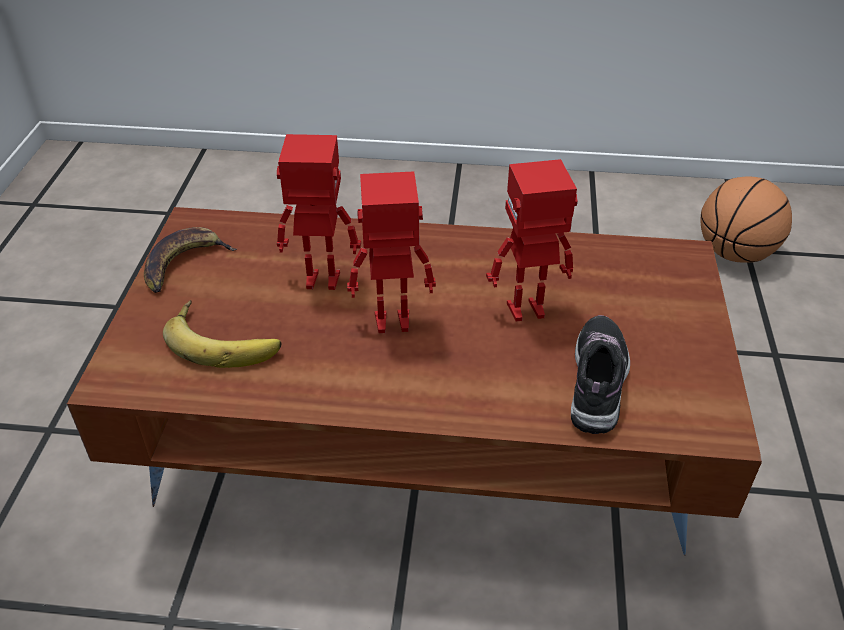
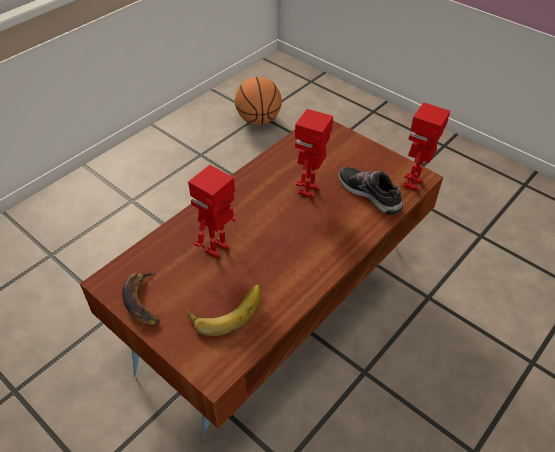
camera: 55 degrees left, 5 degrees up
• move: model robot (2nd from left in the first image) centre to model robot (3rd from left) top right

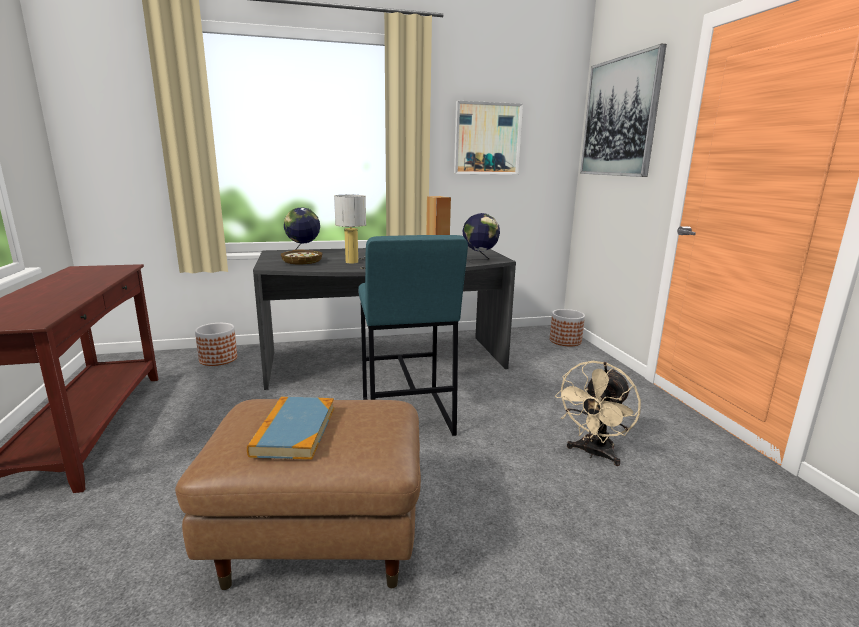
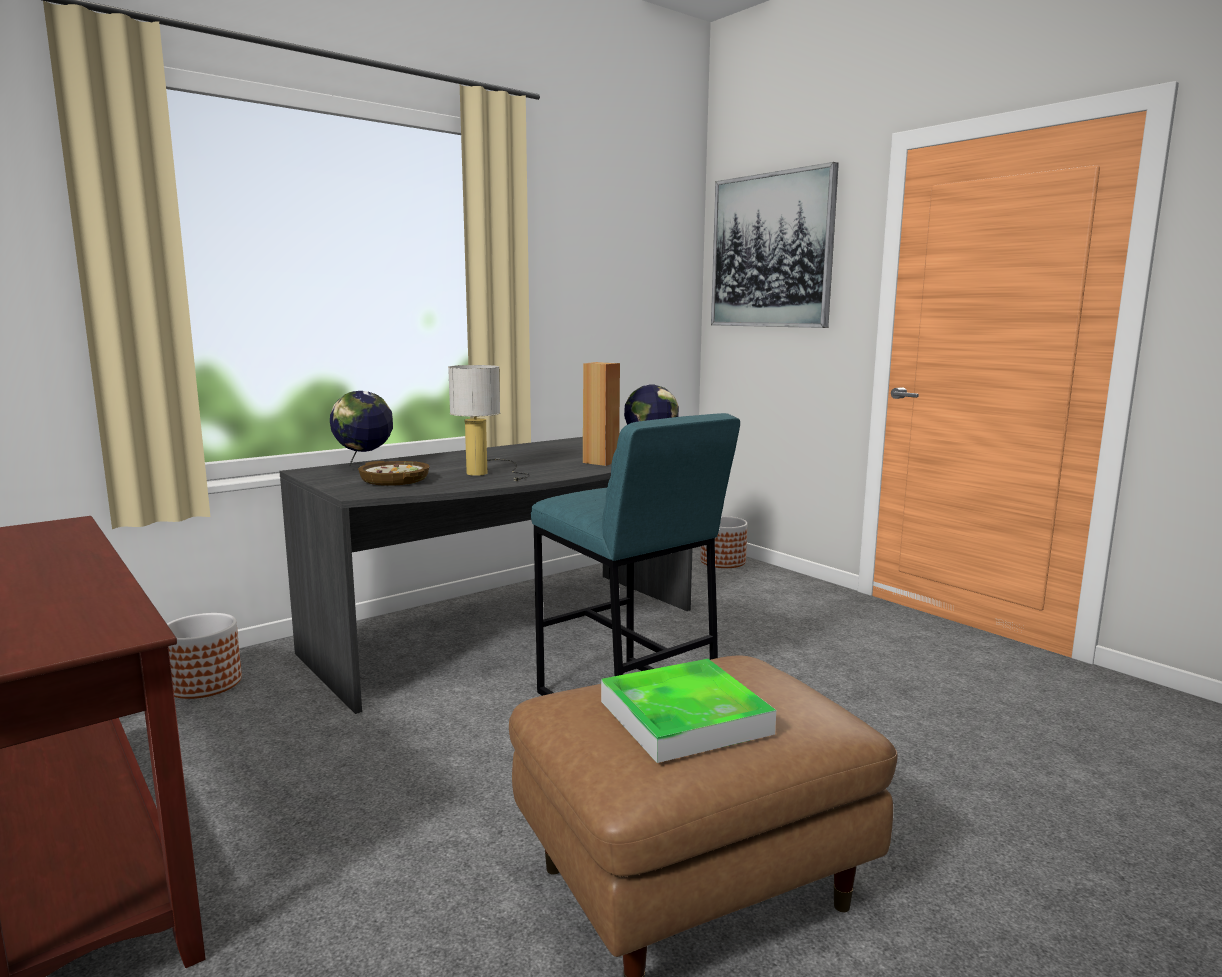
camera: 25 degrees left, 5 degrees down
• delete: picture (1st from left) top centre
• delete: fan (beige) middle right
• replace: bound book bottom centre to tray bottom centre

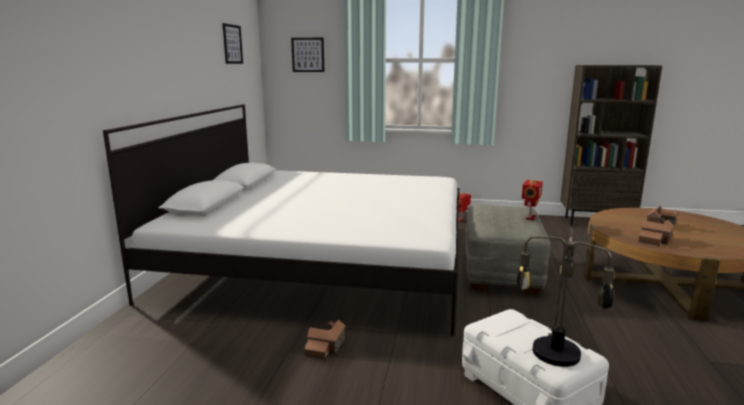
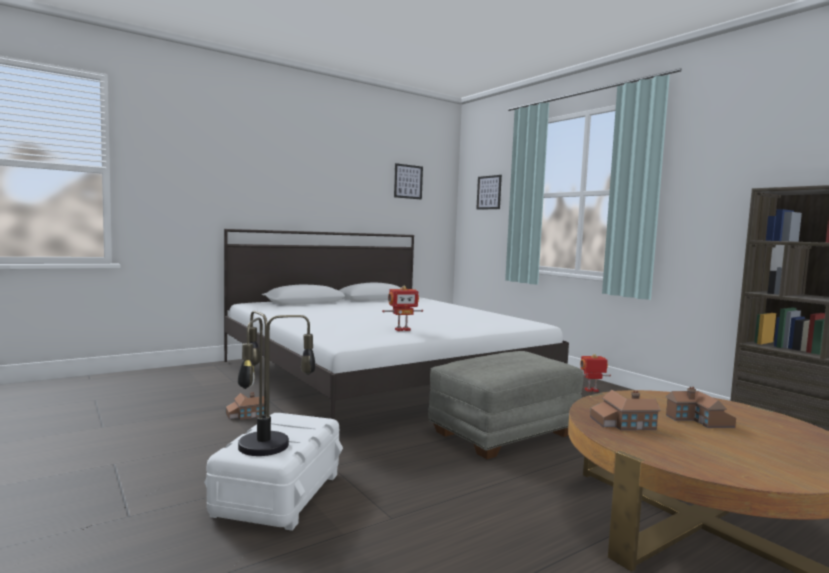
camera: 45 degrees right, 10 degrees down
• move: model robot (2nd from left in the first image) middle right to model robot (1st from left) centre

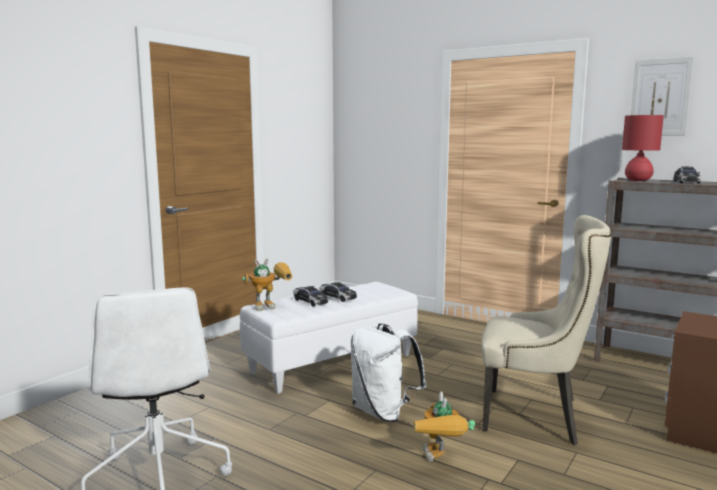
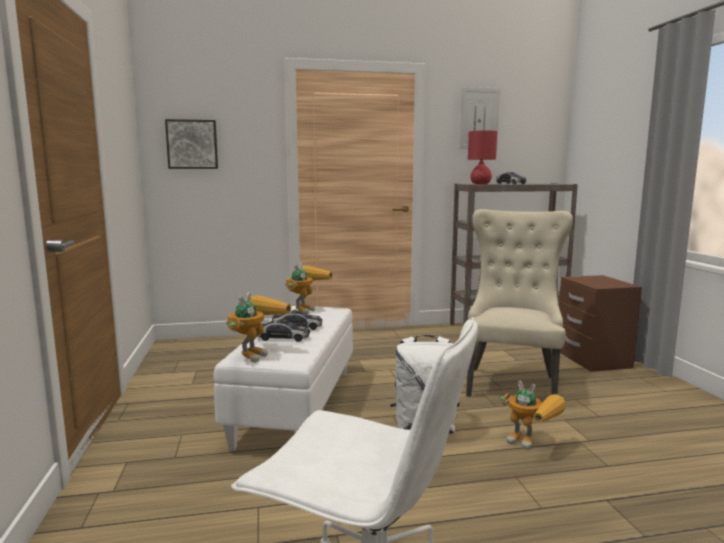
camera: 45 degrees left, 0 degrees up
• insert: picture (1st from left) top left
• insert: model robot (2nd from left) centre
• rotate: chair (beige) bottom right = middle right 45 degrees counterclockwise

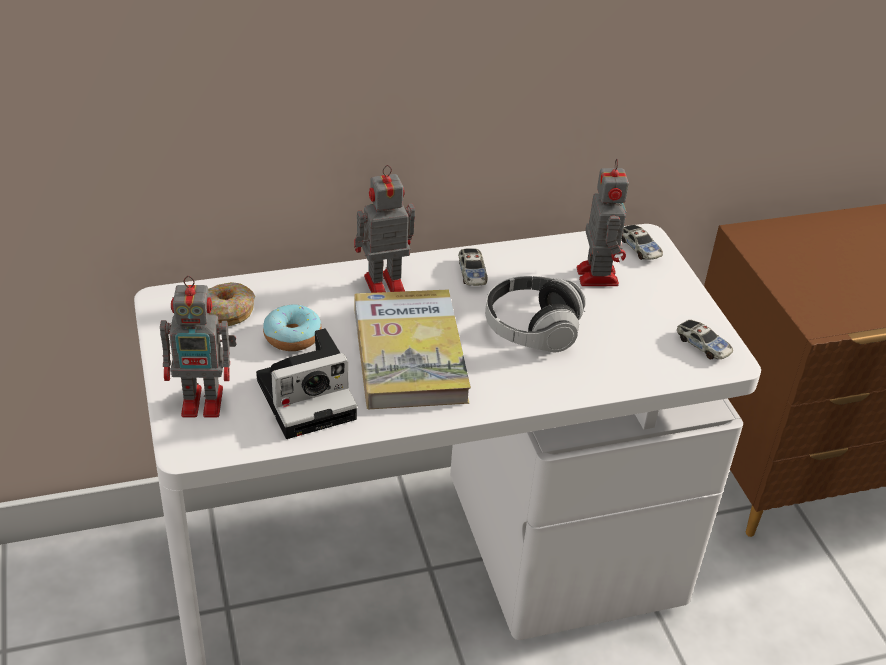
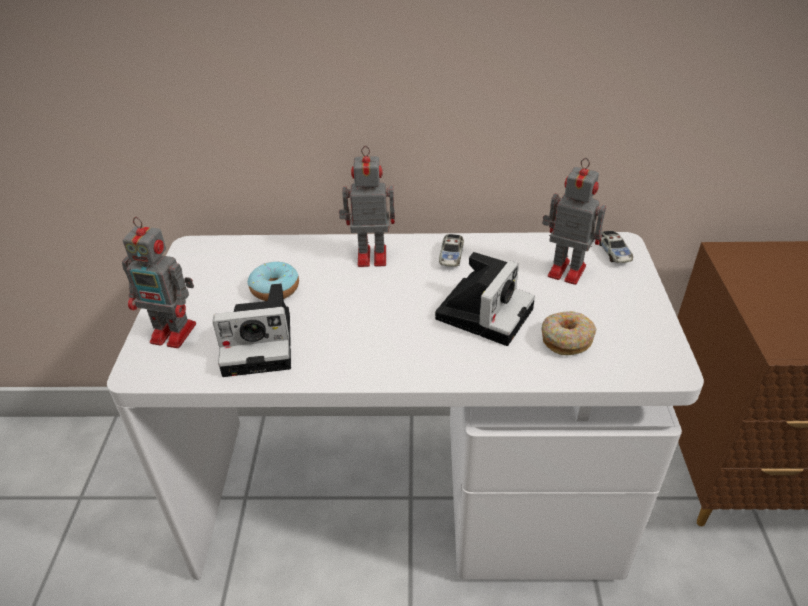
camera: 20 degrees right, 0 degrees up
• delete: bound book centre
• delete: miniature car (3rd from left) middle right
• move: doughnut (1st from left in the first image) middle left to doughnut (2nd from left) middle right
• replace: pair of headphones centre to photo camera (2nd from left) centre
• rotate: model robot (3rd from left) middle right = middle right 75 degrees counterclockwise

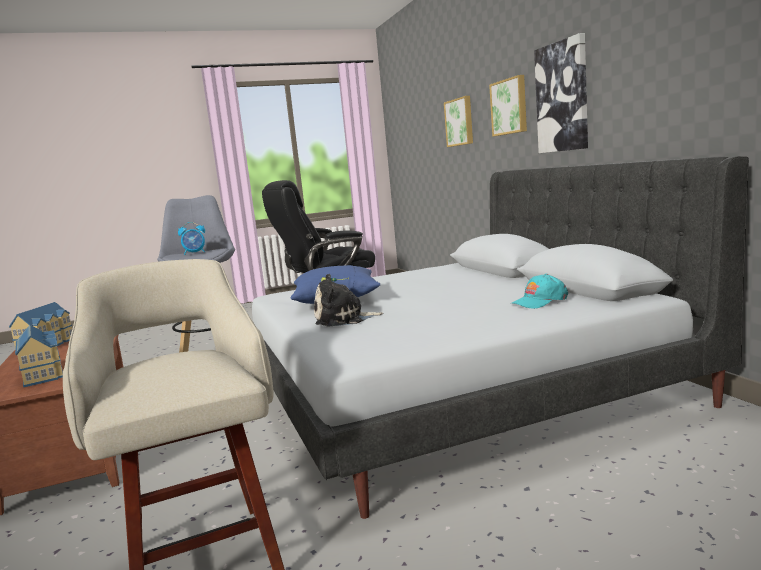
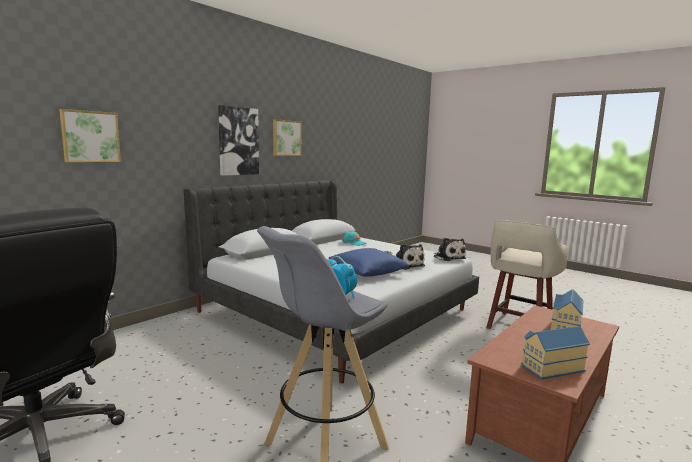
camera: 120 degrees left, 0 degrees up
• insert: soft toy (2nd from left) centre
• move: picture (2nd from left in the first image) top right to picture (3rd from left) top centre

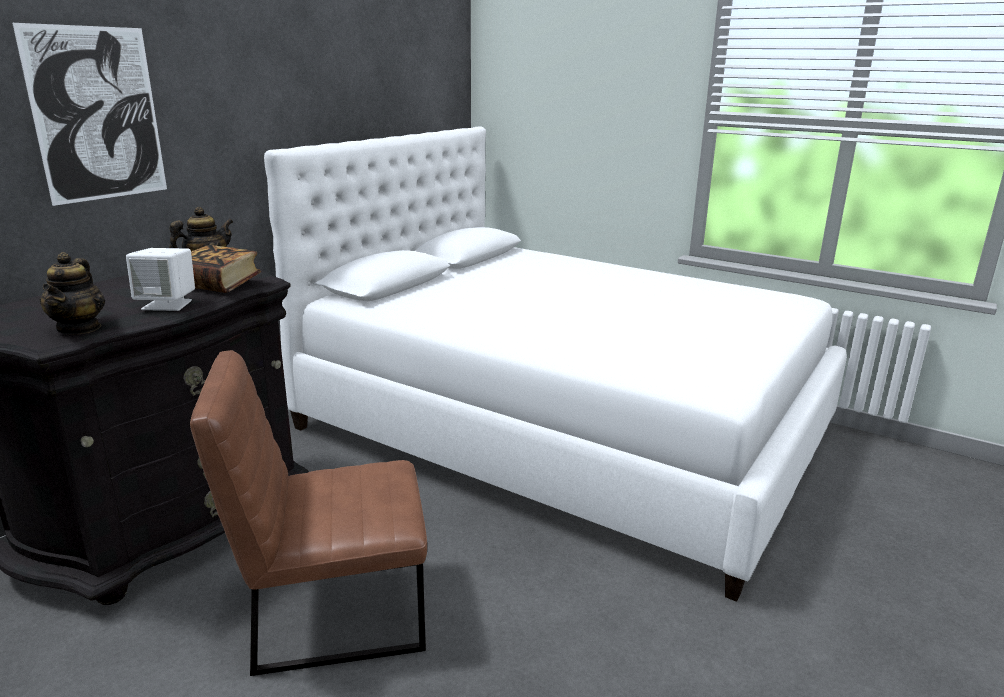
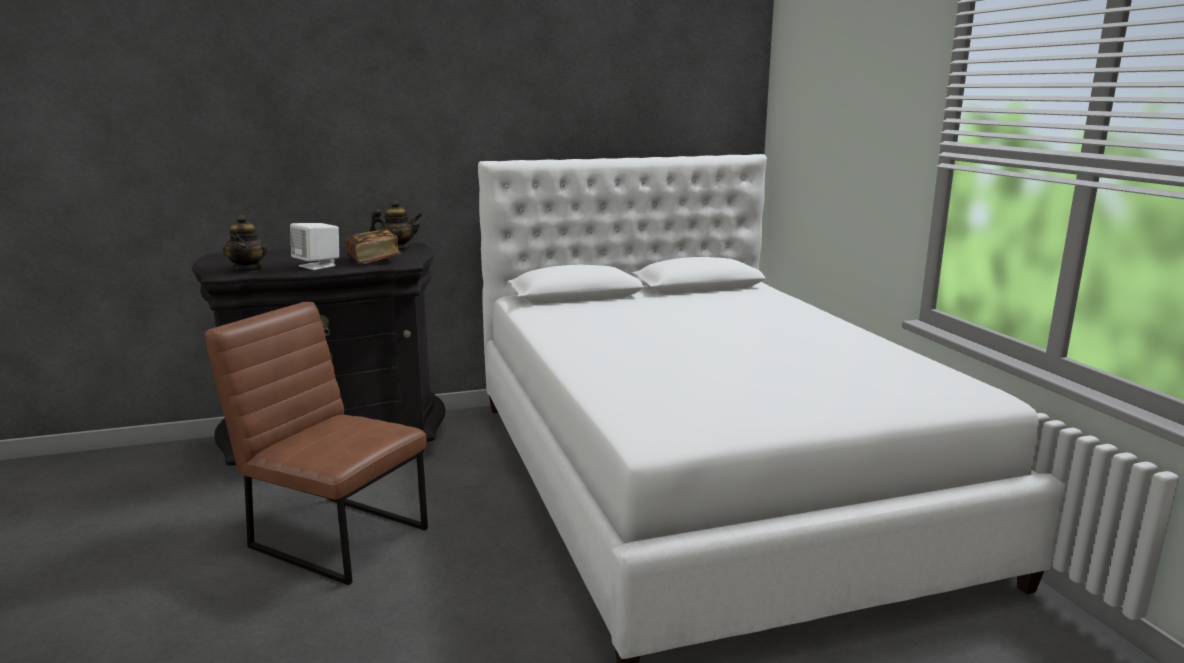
camera: 40 degrees right, 5 degrees down
• delete: picture top left
• rotate: teapot (1st from left) middle left = middle left 45 degrees counterclockwise

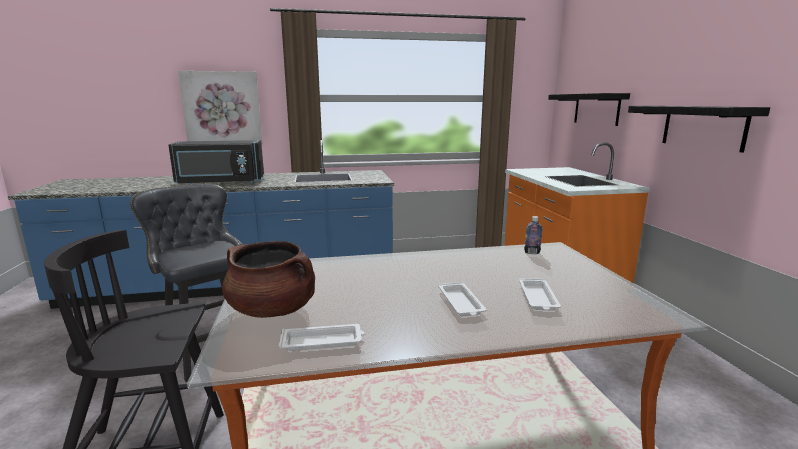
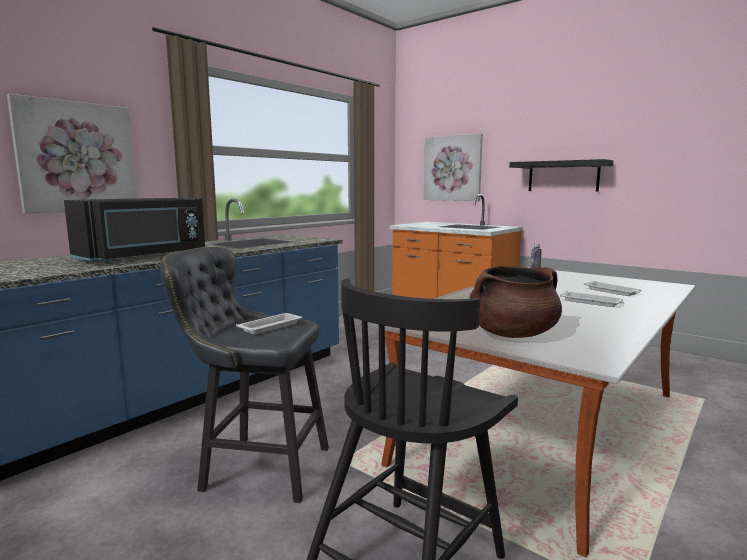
camera: 40 degrees left, 5 degrees down
• move: tray (whitish) (1st from left) bottom centre to centre
• replace: shelf (blackish) (1st from left) top right to picture (2nd from left) top centre

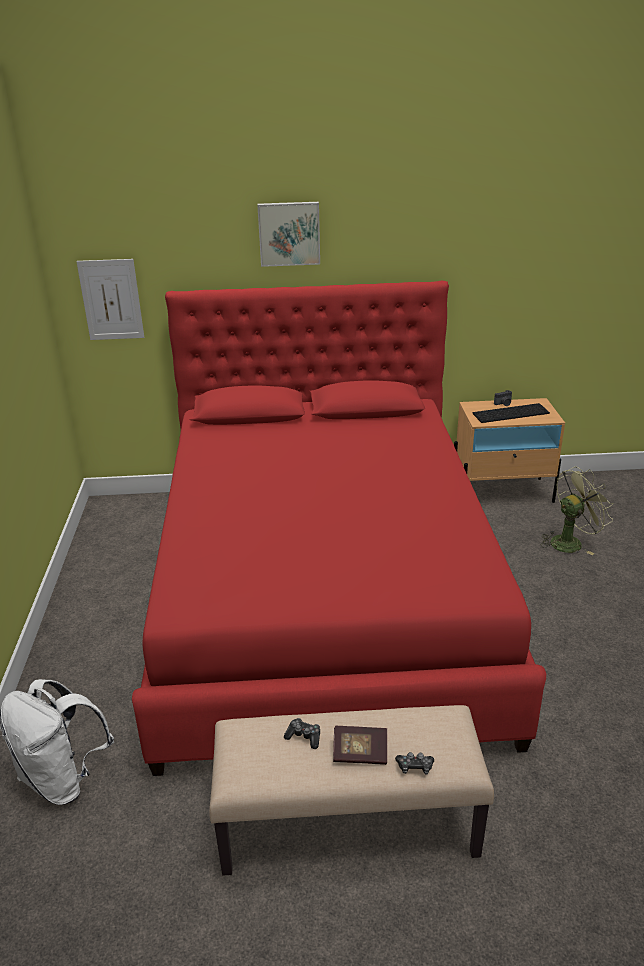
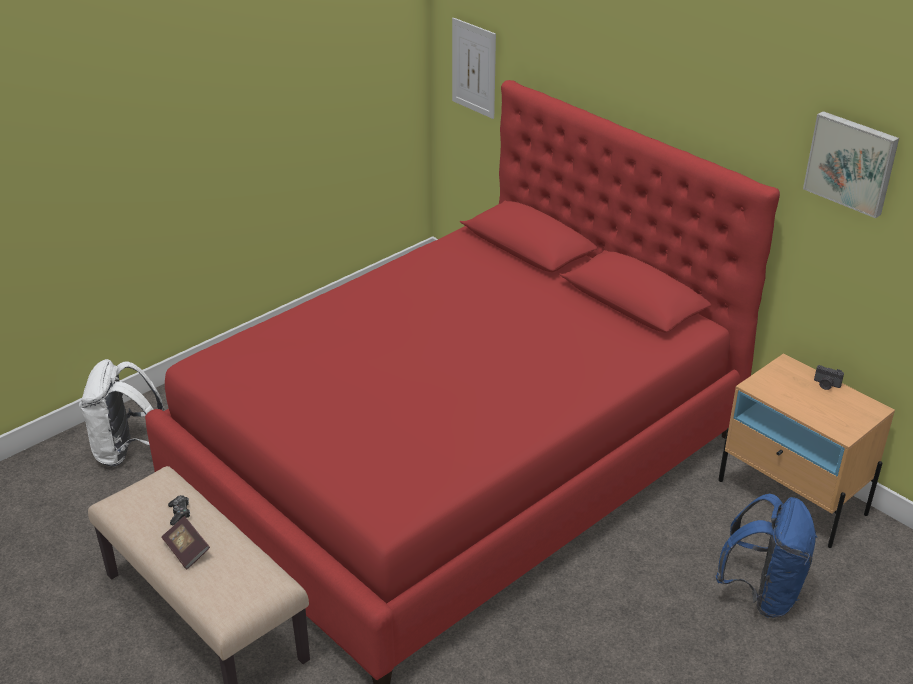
camera: 50 degrees right, 5 degrees up
• delete: gamepad (2nd from left) bottom centre
• delete: PC keyboard middle right
• move: picture (2nd from left) top centre to top right
• replace: fan (green-coloured) middle right to rucksack (blue-coloured) bottom right

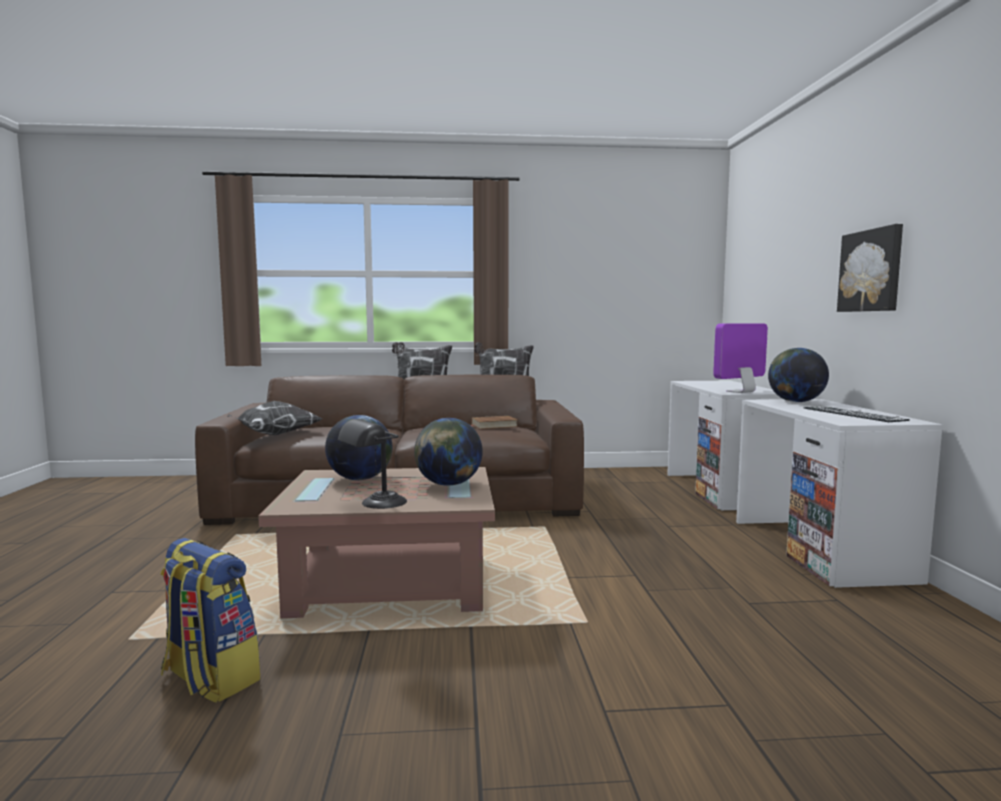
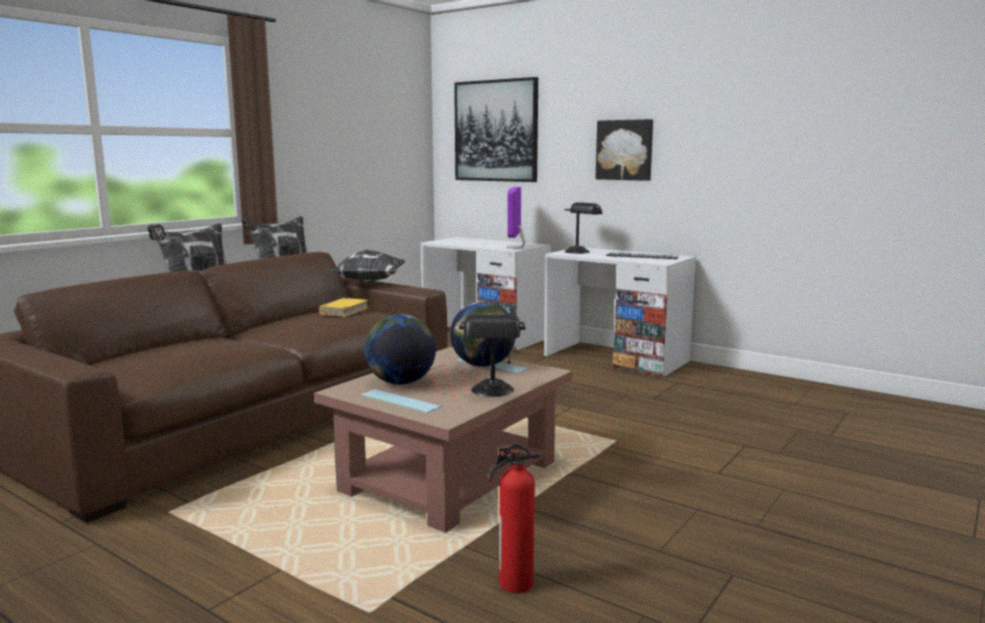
camera: 50 degrees left, 5 degrees up
• insert: picture (1st from left) top centre
• move: cushion (1st from left in the first image) middle left to cushion (3rd from left) centre
• replace: rucksack bottom left to fire extinguisher bottom centre
• replace: globe (3rd from left) middle right to lamp for a table (blackish) (2nd from left) centre
• recolor: bound book (brownish) centre to bound book (yellow-coloured) centre

